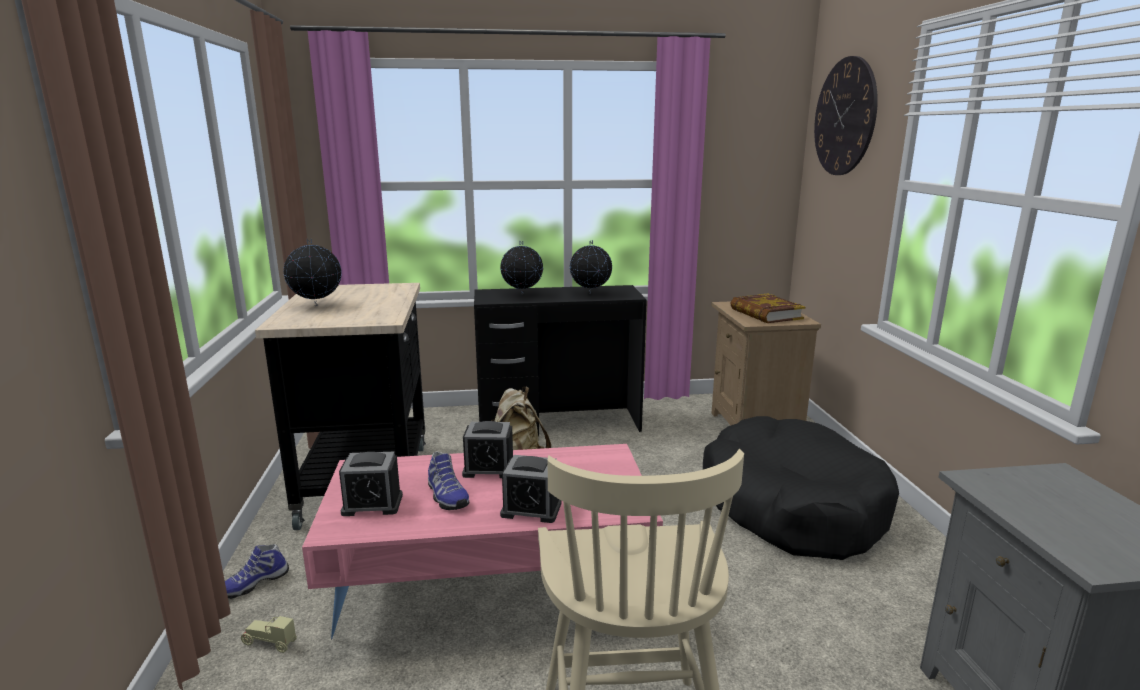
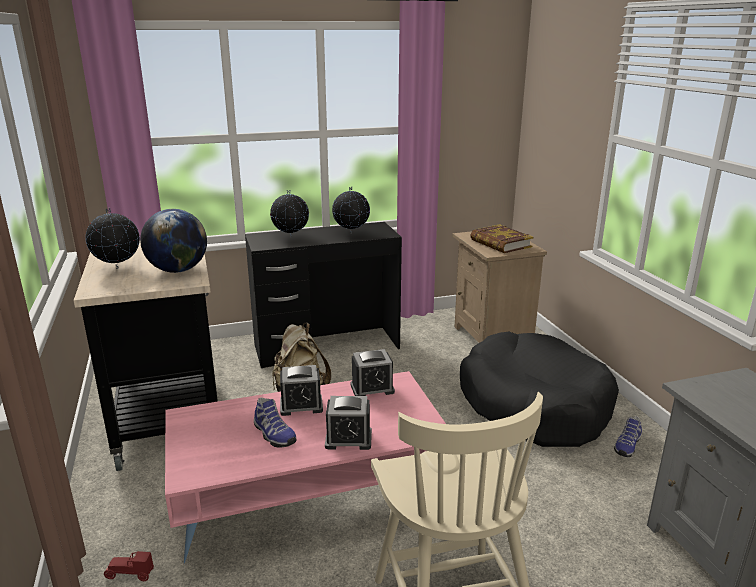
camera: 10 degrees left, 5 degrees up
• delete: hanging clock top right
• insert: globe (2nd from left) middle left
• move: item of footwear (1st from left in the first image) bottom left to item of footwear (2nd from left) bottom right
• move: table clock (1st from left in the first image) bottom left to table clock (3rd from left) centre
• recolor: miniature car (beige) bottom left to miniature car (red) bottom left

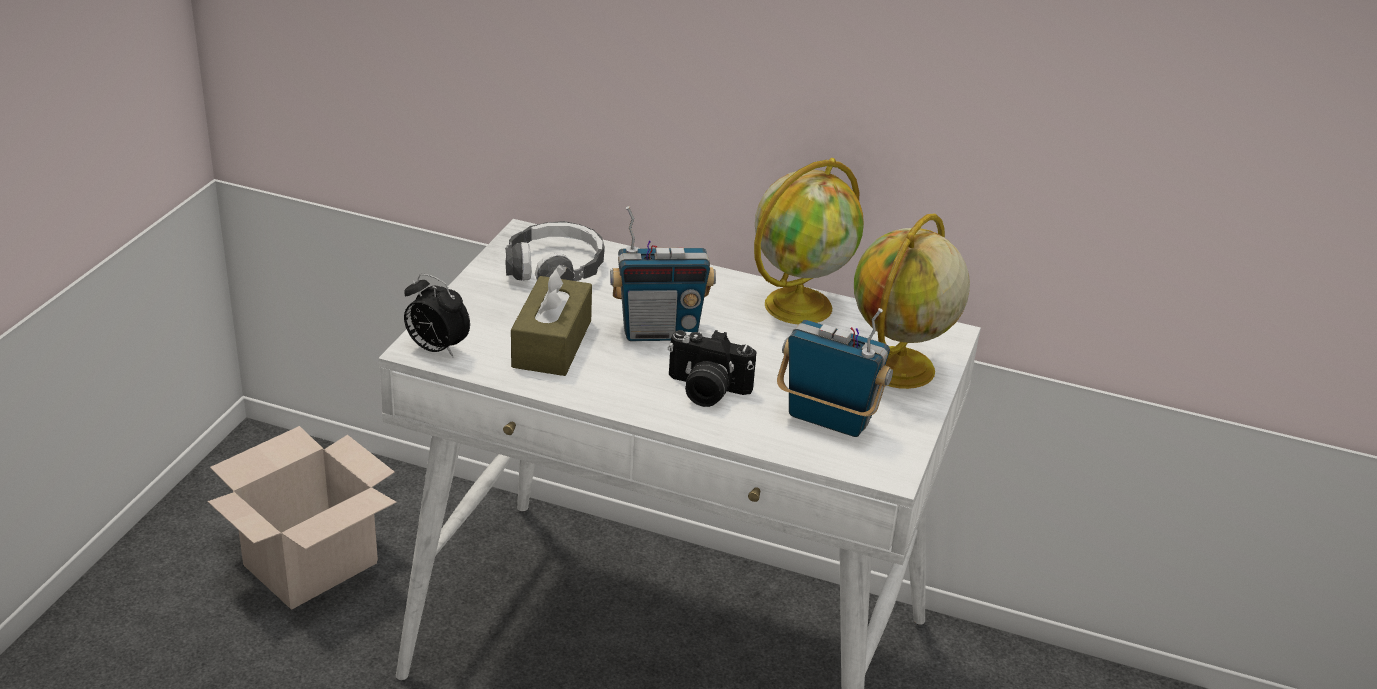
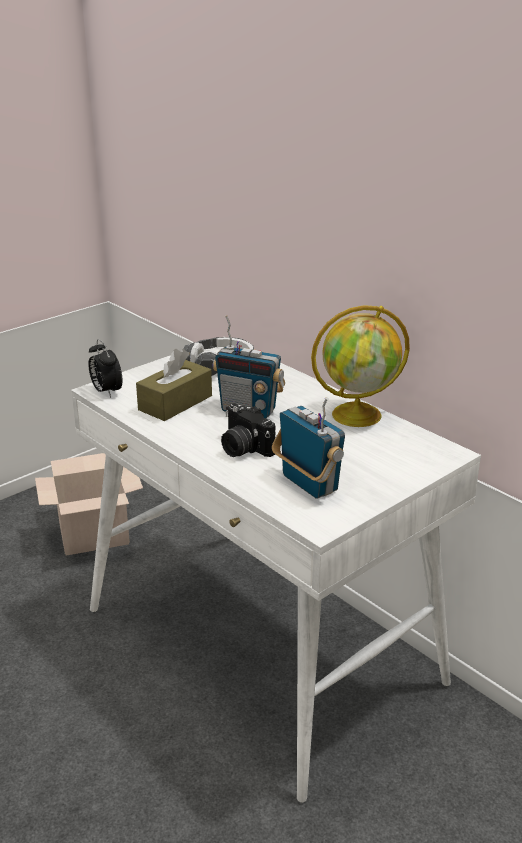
camera: 30 degrees right, 5 degrees down
• delete: globe (2nd from left) centre

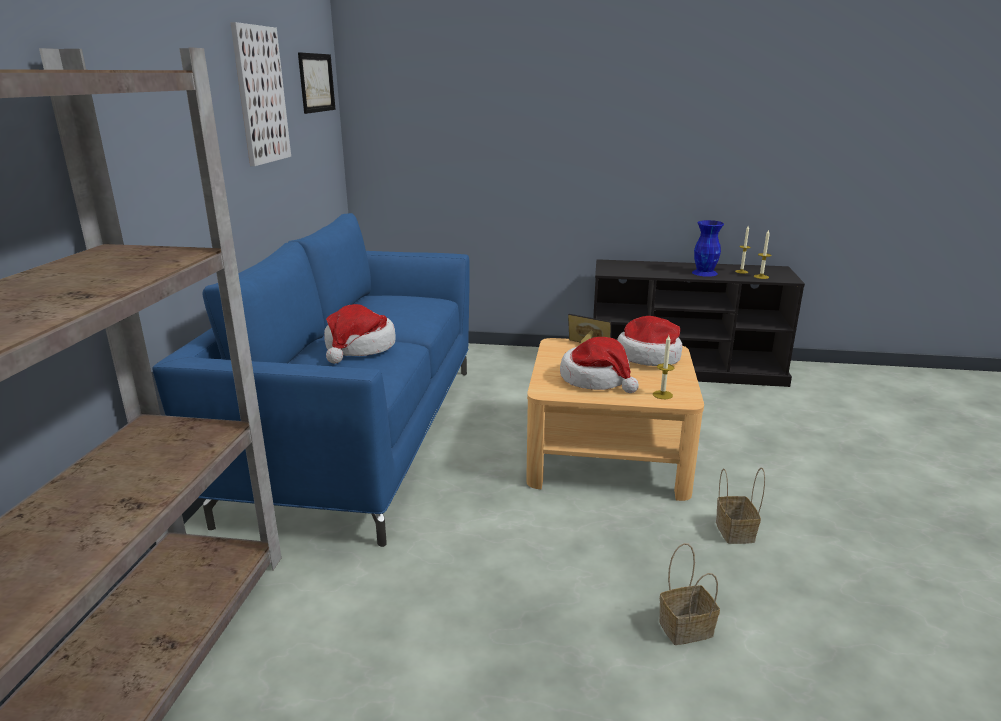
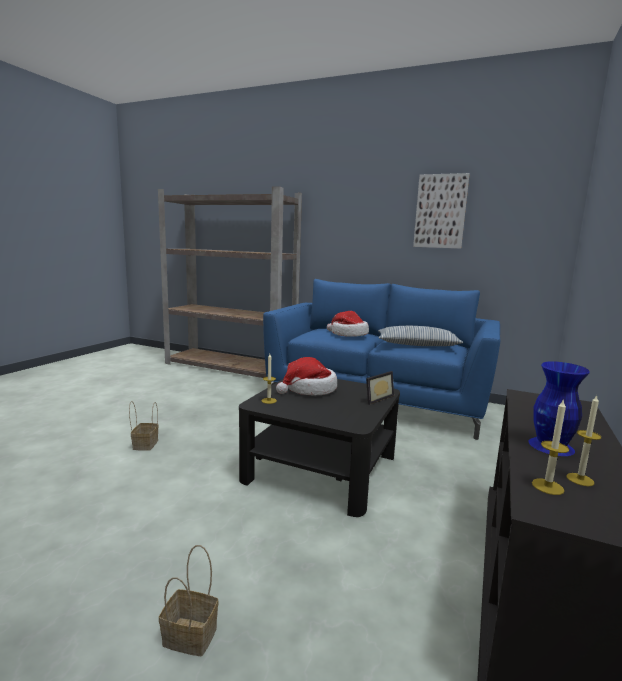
camera: 105 degrees right, 10 degrees down
• delete: picture (2nd from left) top left
• delete: hat (3rd from left) centre
• insert: cushion middle right
• move: household basket (2nd from left) bottom right to bottom left
• recolor: coffee table (beige) centre to coffee table (blackish) centre

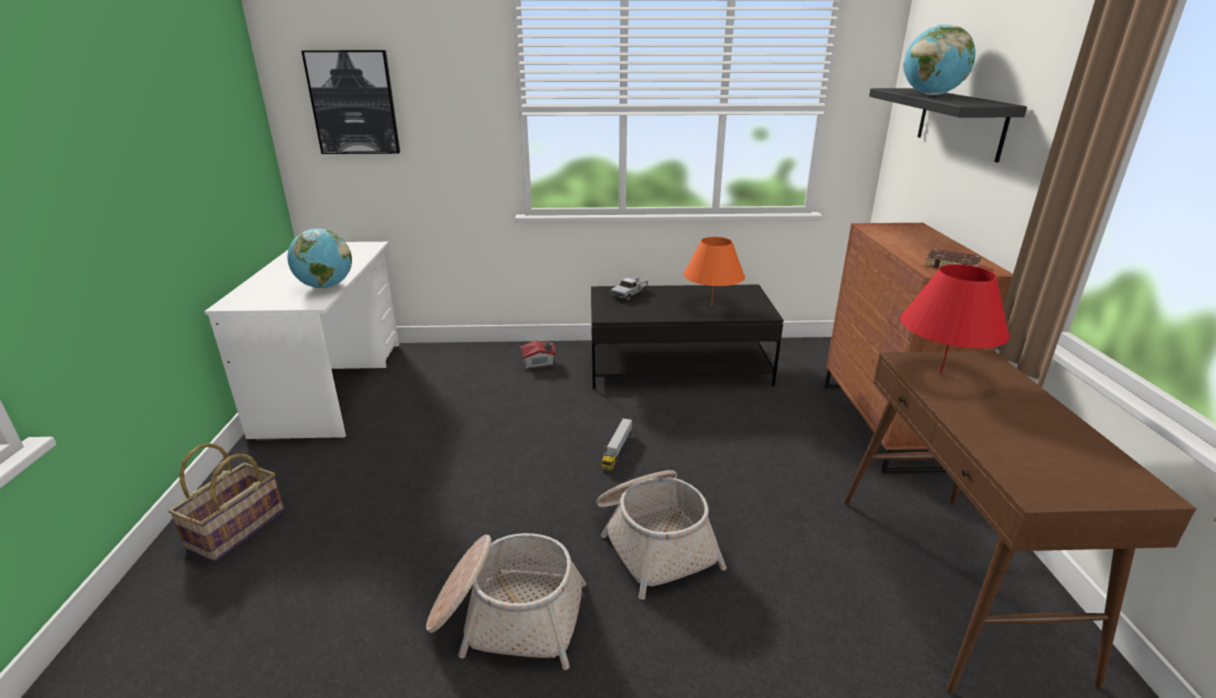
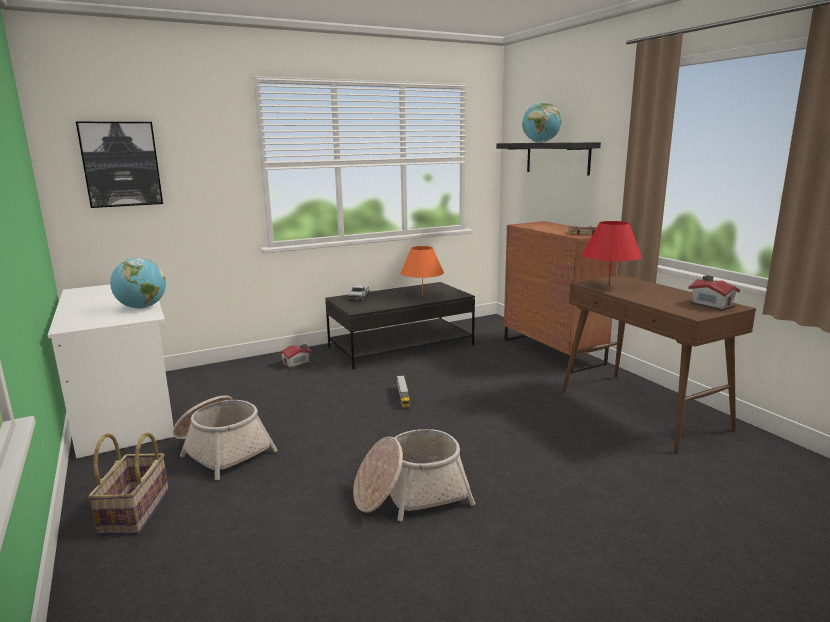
camera: 25 degrees left, 10 degrees down
• insert: toy house (2nd from left) middle right
• move: household basket (3rd from left in the first image) bottom centre to household basket (2nd from left) bottom left

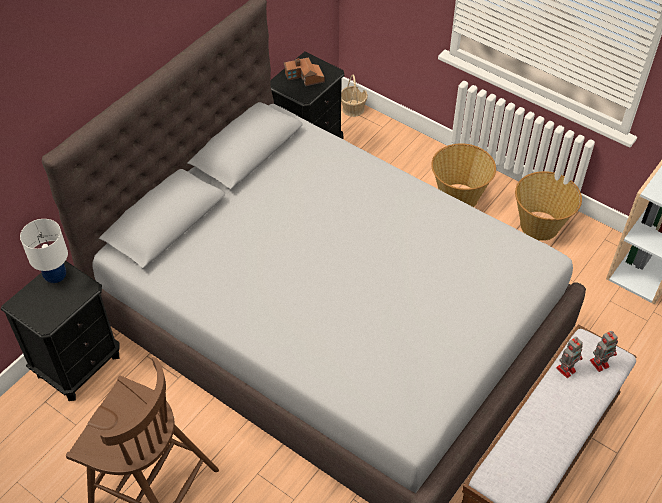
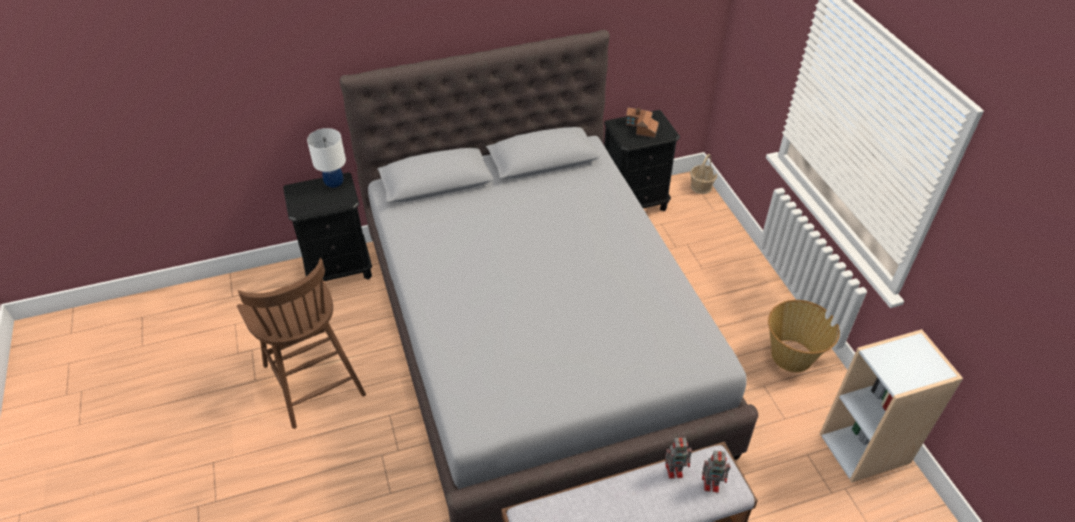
camera: 35 degrees right, 5 degrees down
• delete: household basket (2nd from left) middle right

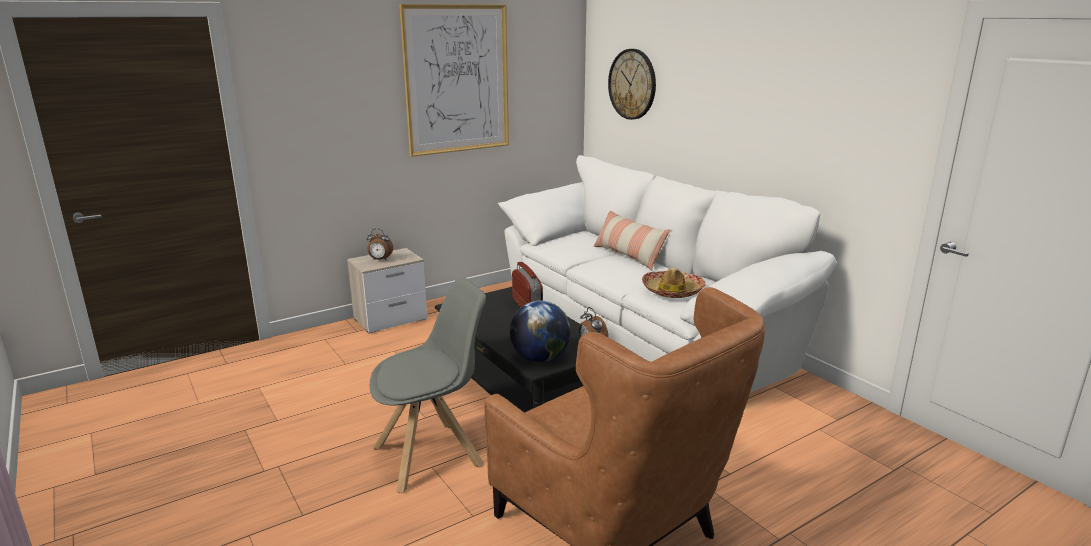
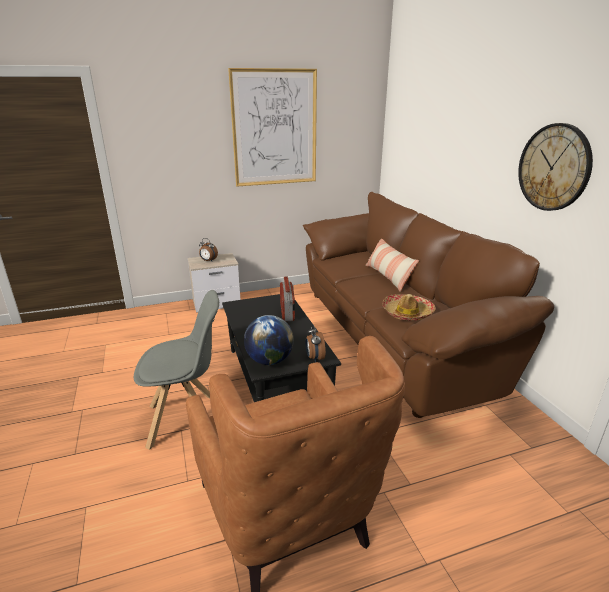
camera: 15 degrees right, 5 degrees up
• move: hanging clock top centre to top right
• recolor: sofa (whitish) centre to sofa (brownish) middle right

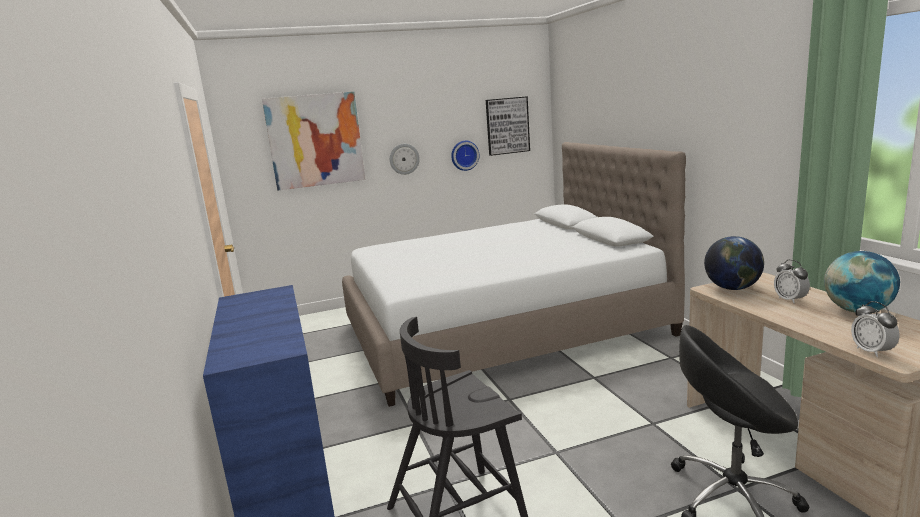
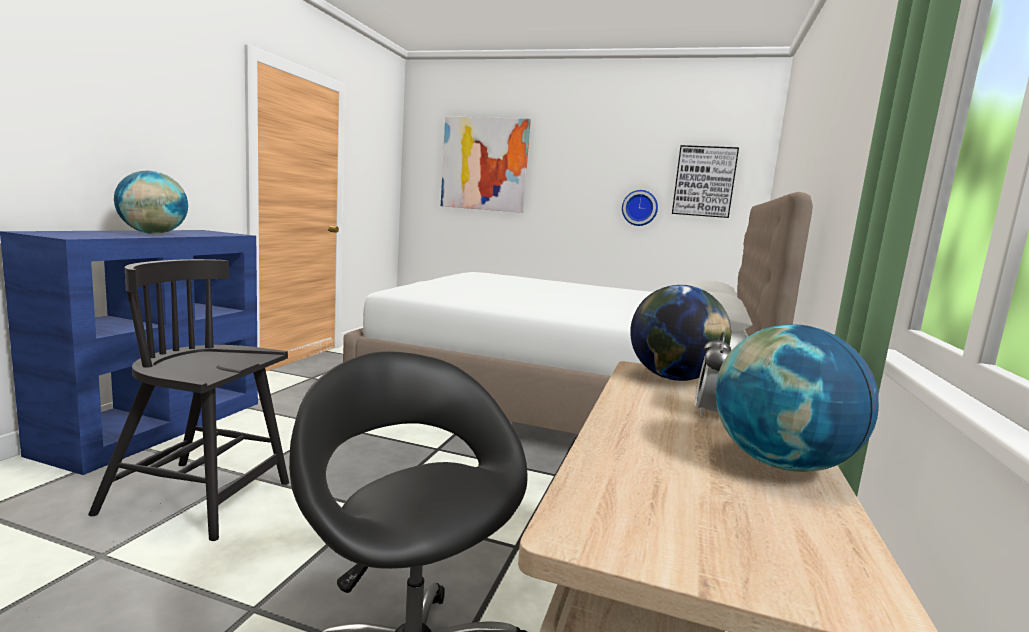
camera: 35 degrees right, 5 degrees down
• delete: hanging clock (1st from left) top centre
• delete: table clock (2nd from left) middle right
• insert: globe (1st from left) top left

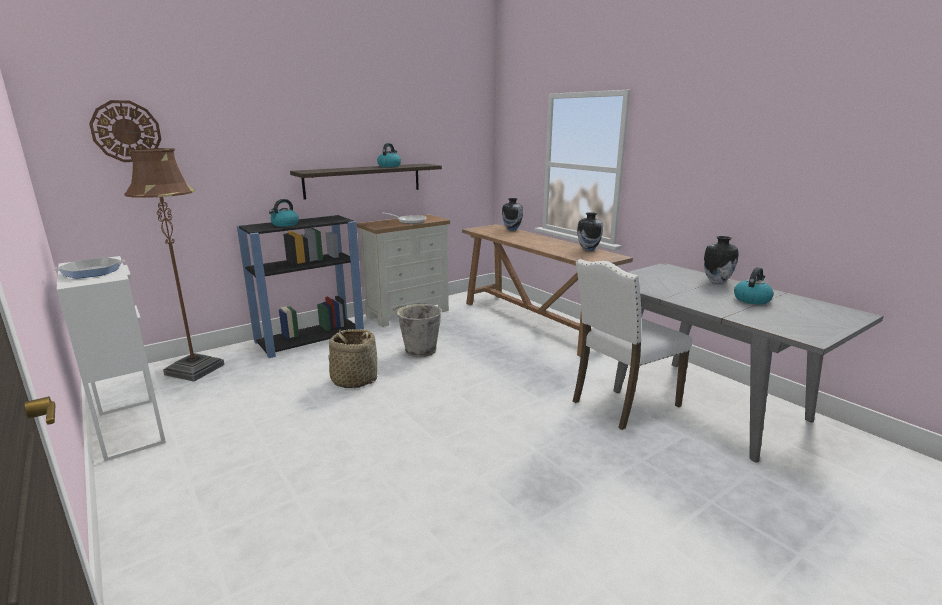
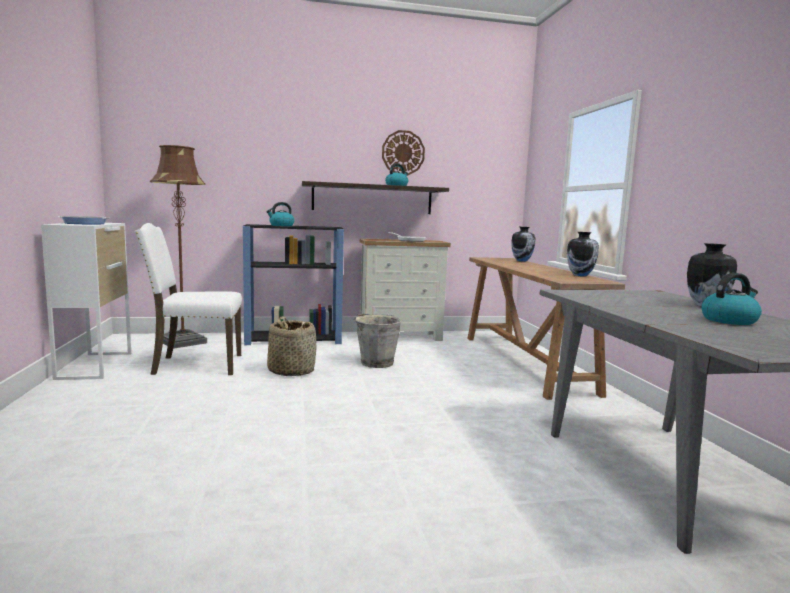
camera: 25 degrees right, 10 degrees down
• move: hanging clock top left to top centre
• move: chair (whitish) middle right to middle left

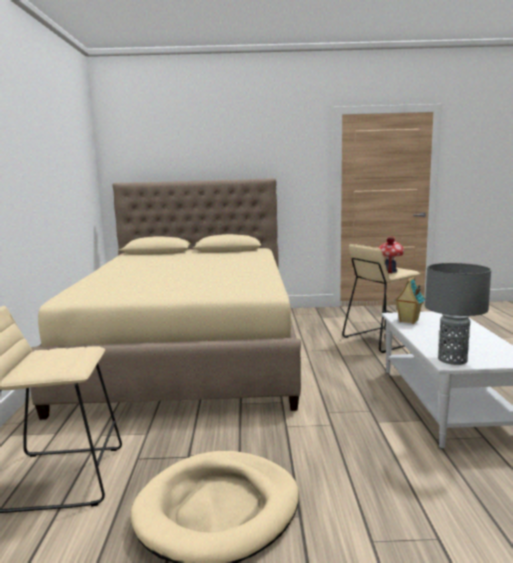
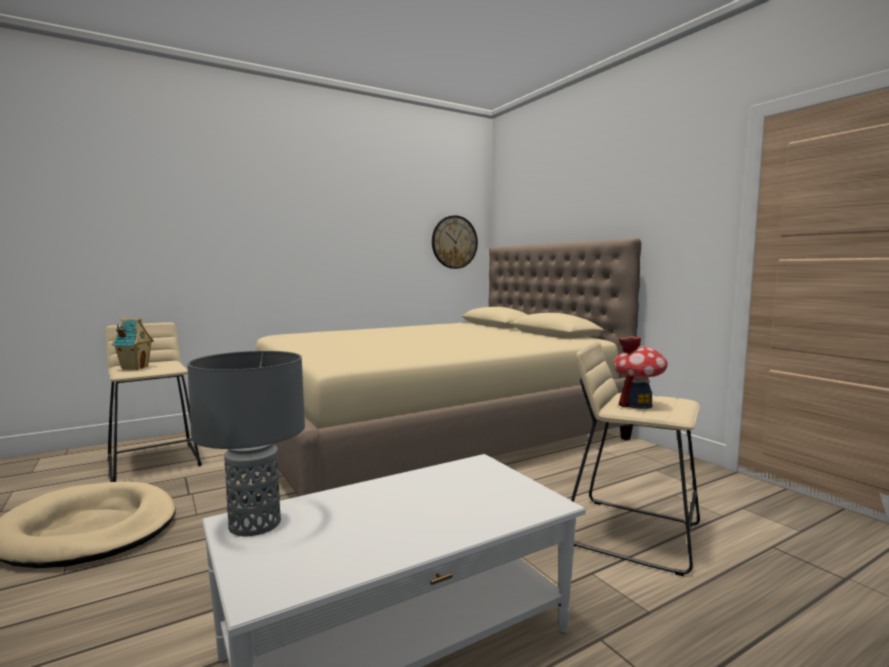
camera: 60 degrees right, 5 degrees down
• insert: hanging clock centre
• move: toy house (2nd from left in the first image) middle right to toy house (1st from left) middle left

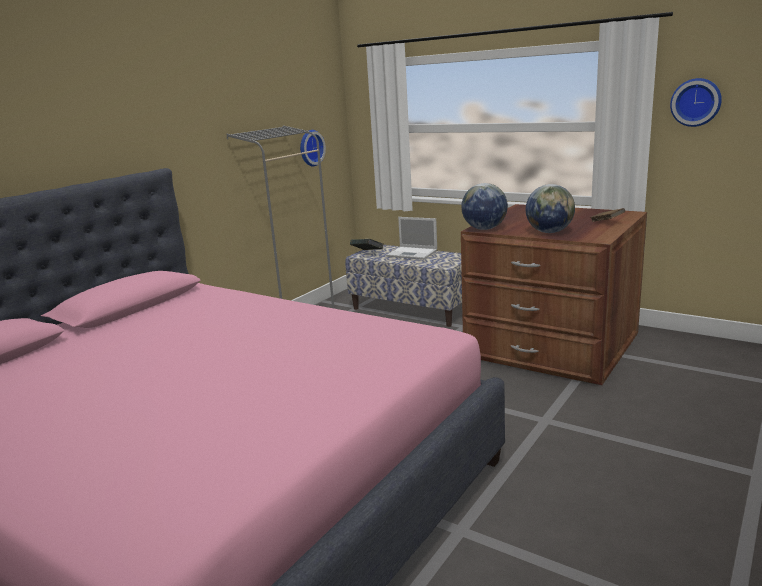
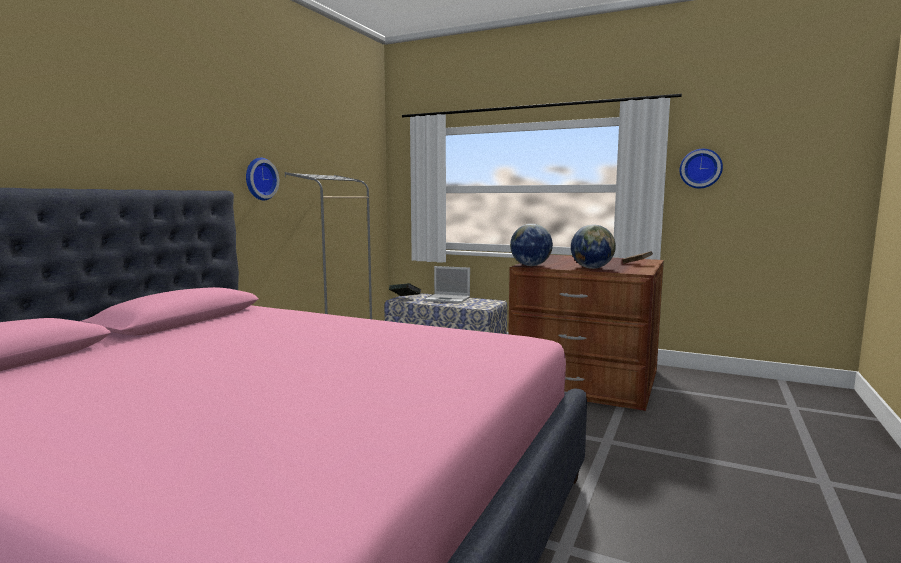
camera: 10 degrees left, 10 degrees down
• move: hanging clock (1st from left) top centre to top left

